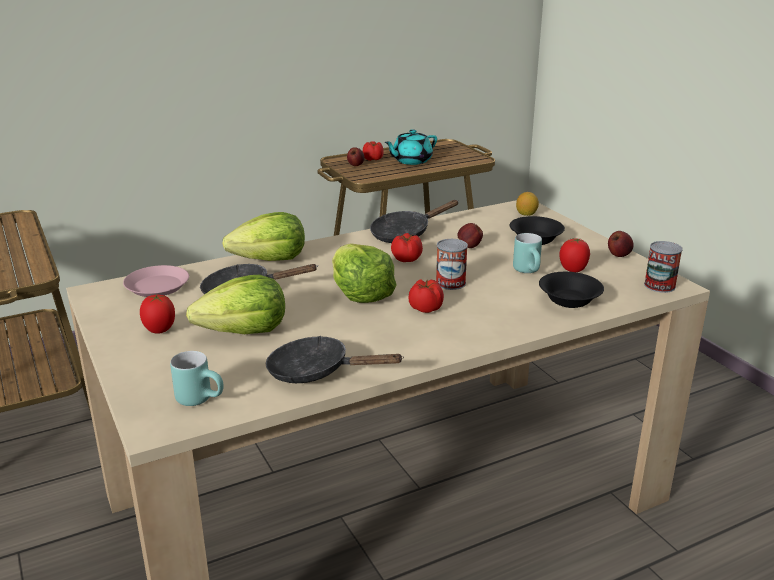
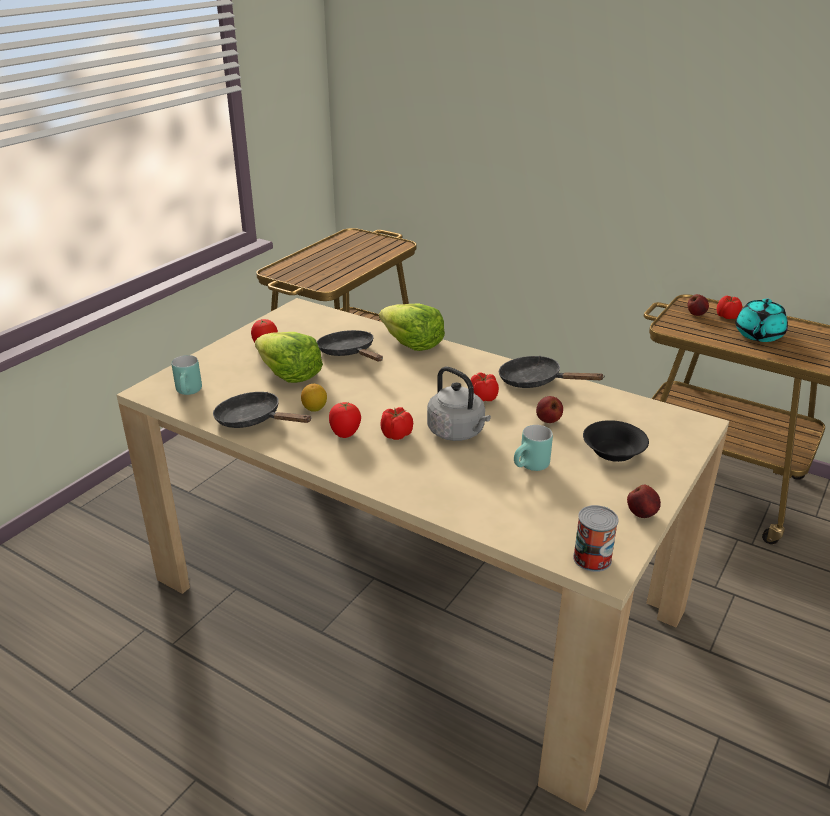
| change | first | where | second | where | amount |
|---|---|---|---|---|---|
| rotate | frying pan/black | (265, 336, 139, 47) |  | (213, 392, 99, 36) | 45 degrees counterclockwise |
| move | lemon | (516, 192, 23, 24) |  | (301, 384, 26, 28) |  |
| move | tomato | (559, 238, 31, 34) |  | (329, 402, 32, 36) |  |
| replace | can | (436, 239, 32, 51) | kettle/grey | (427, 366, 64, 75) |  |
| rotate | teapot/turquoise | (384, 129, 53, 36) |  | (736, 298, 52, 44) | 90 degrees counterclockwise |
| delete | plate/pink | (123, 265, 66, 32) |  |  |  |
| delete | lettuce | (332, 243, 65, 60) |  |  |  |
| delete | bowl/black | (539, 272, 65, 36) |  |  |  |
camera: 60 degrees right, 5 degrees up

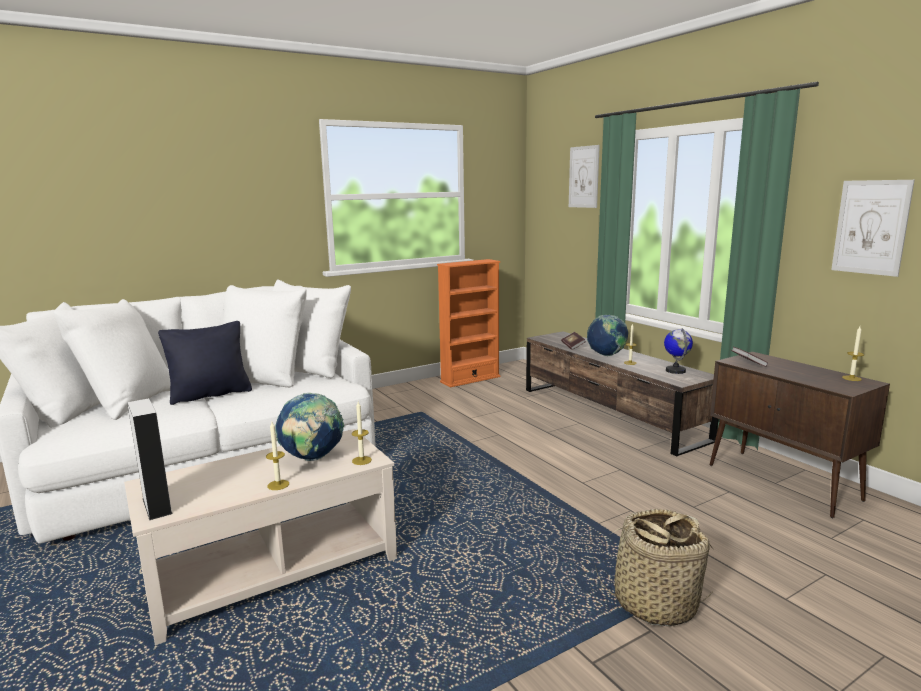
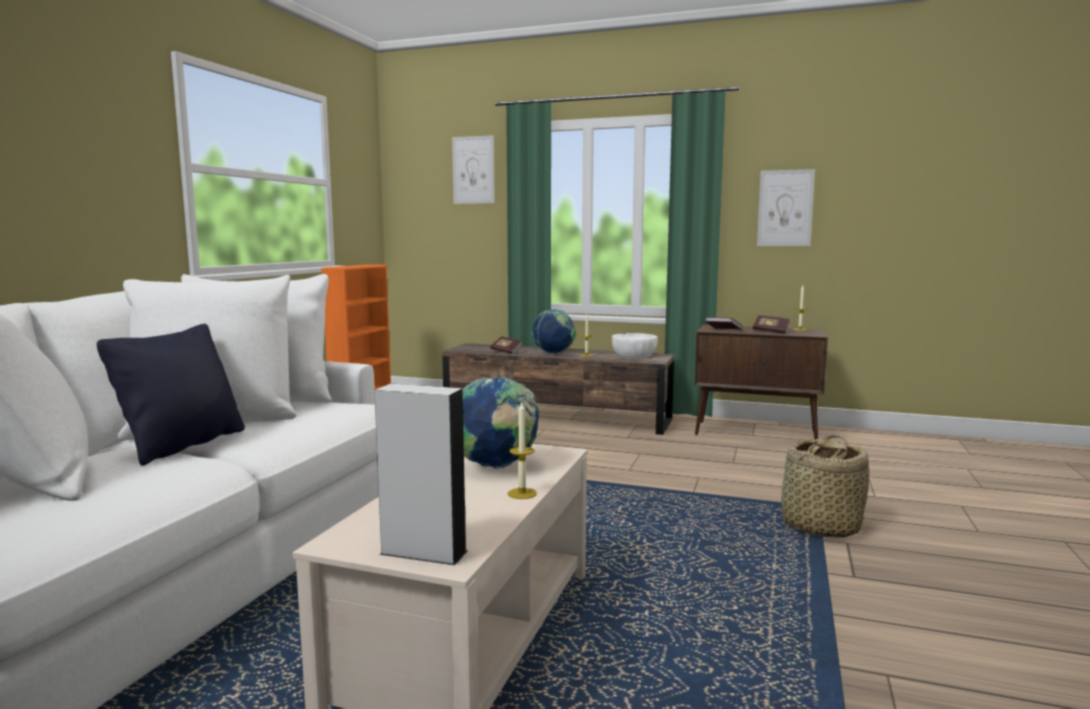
| change | first | where | second | where | amount |
|---|---|---|---|---|---|
| replace | globe | (664, 328, 29, 46) | bowl/white | (612, 333, 46, 25) |  |
| insert |  |  | book | (753, 315, 37, 19) |  |
| delete | candle | (352, 402, 20, 63) |  |  |  |
camera: 40 degrees left, 5 degrees down

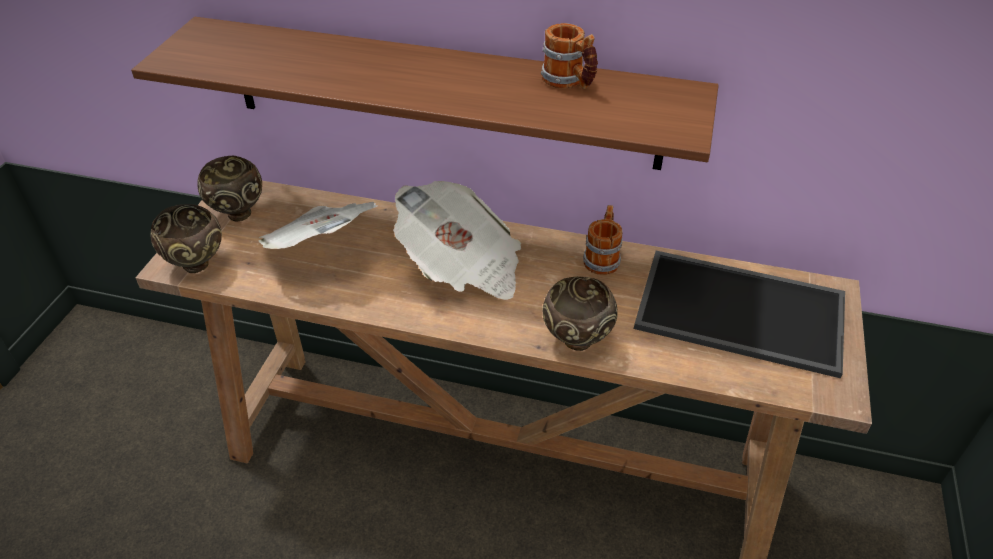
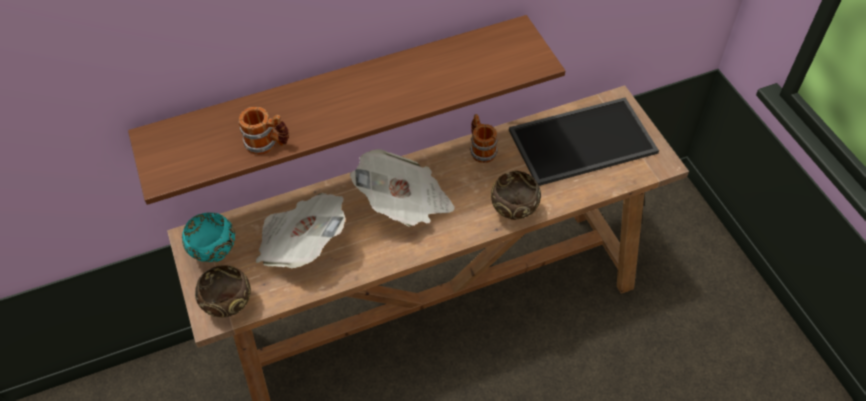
| change | first | where | second | where | amount |
|---|---|---|---|---|---|
| recolor | bowl/brown | (198, 156, 64, 65) | bowl/turquoise | (182, 212, 53, 50) |  |
| move | mug | (541, 23, 57, 66) |  | (239, 107, 50, 48) |  |
camera: 35 degrees left, 10 degrees up

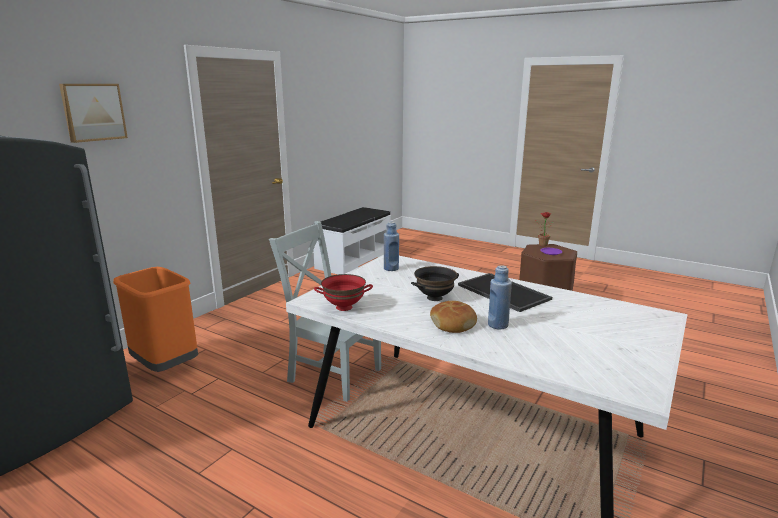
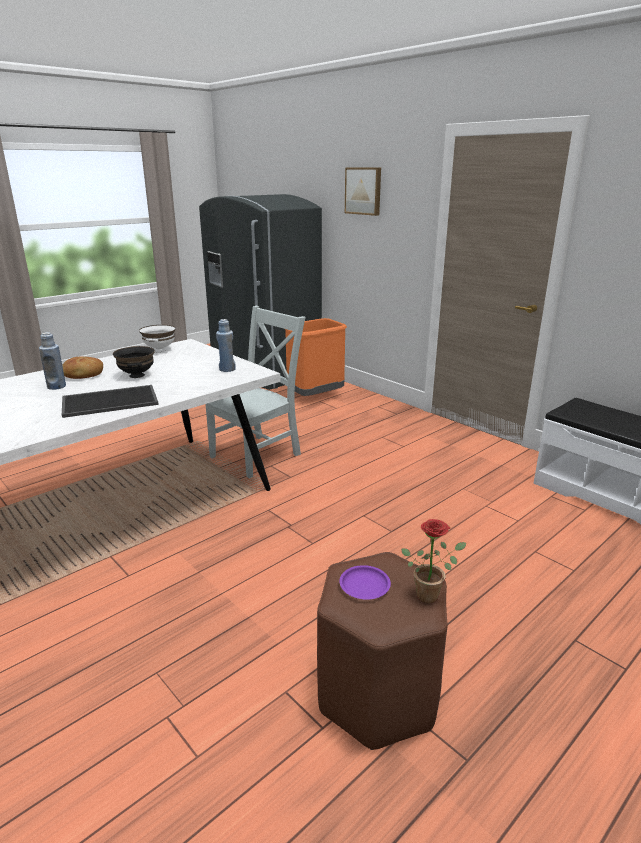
| change | first | where | second | where | amount |
|---|---|---|---|---|---|
| recolor | bowl/red | (314, 274, 59, 37) | bowl/white | (139, 325, 37, 27) |  |
camera: 105 degrees right, 5 degrees up

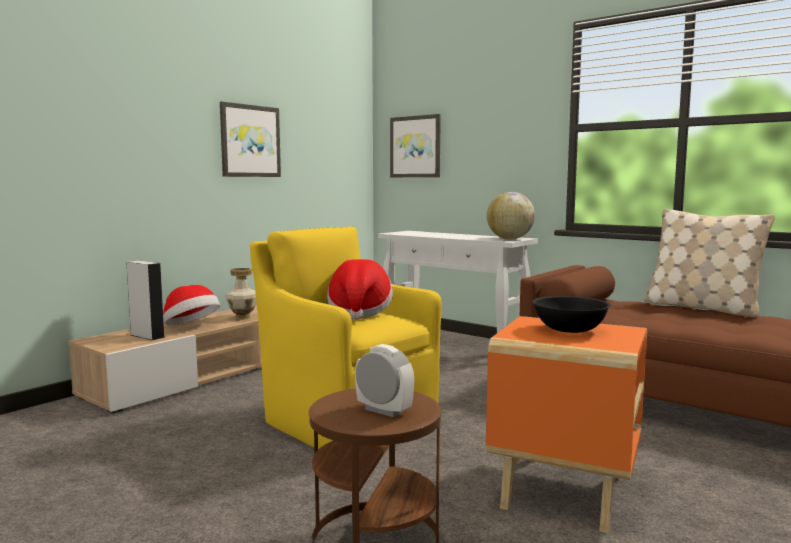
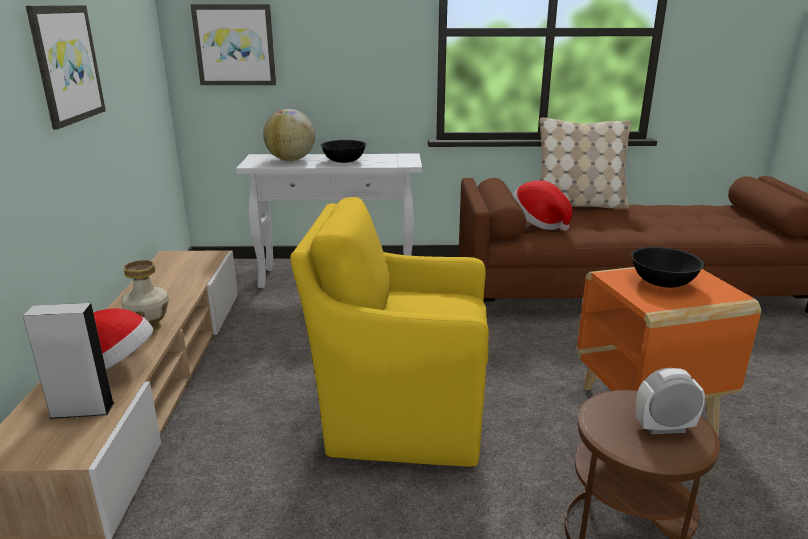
| change | first | where | second | where | amount |
|---|---|---|---|---|---|
| move | globe | (487, 192, 48, 47) |  | (263, 109, 52, 52) |  |
| insert |  |  | bowl/black | (320, 140, 47, 23) |  |
| move | hat | (327, 259, 66, 61) |  | (513, 180, 59, 51) |  |
camera: 40 degrees left, 15 degrees up

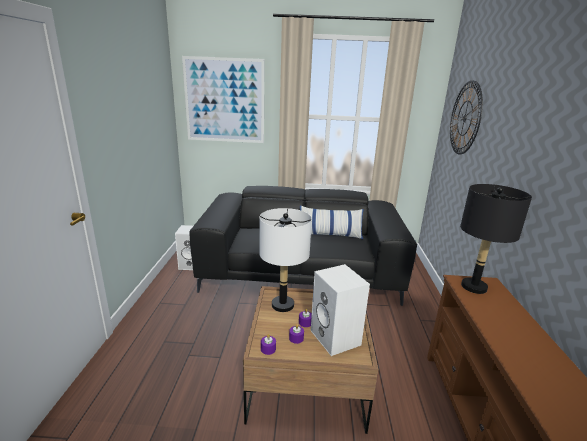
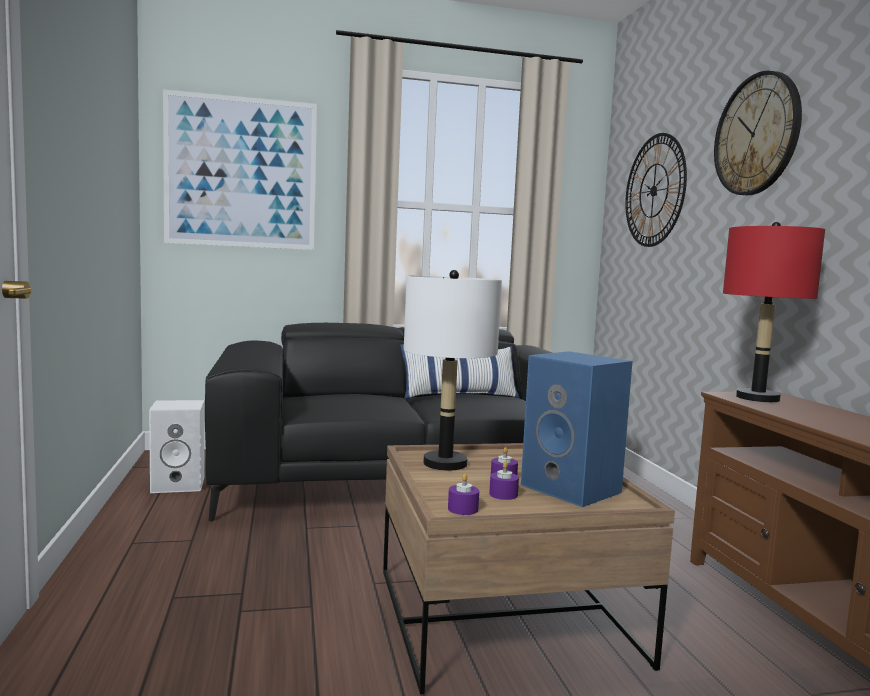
| change | first | where | second | where | amount |
|---|---|---|---|---|---|
| recolor | speaker/white | (311, 264, 59, 92) | speaker/blue | (521, 351, 111, 156) |  |
| insert |  |  | wall clock | (714, 71, 88, 124) |  |
| recolor | table lamp/black | (460, 184, 72, 110) | table lamp/red | (723, 222, 102, 180) |  |
camera: 15 degrees left, 15 degrees down

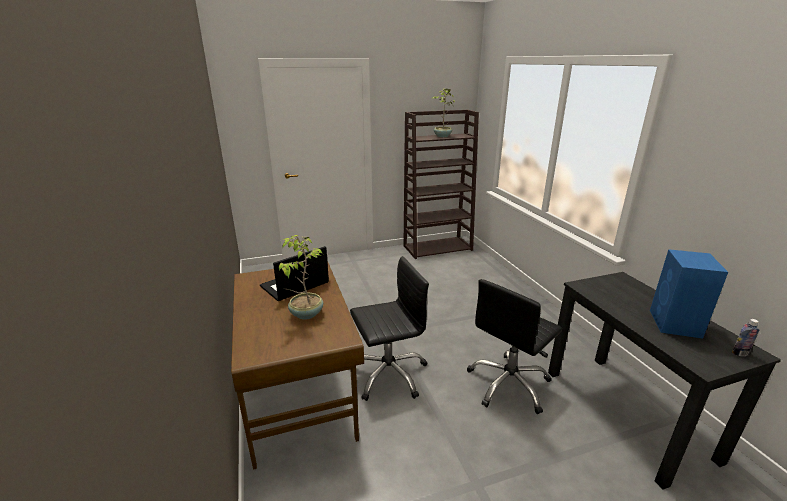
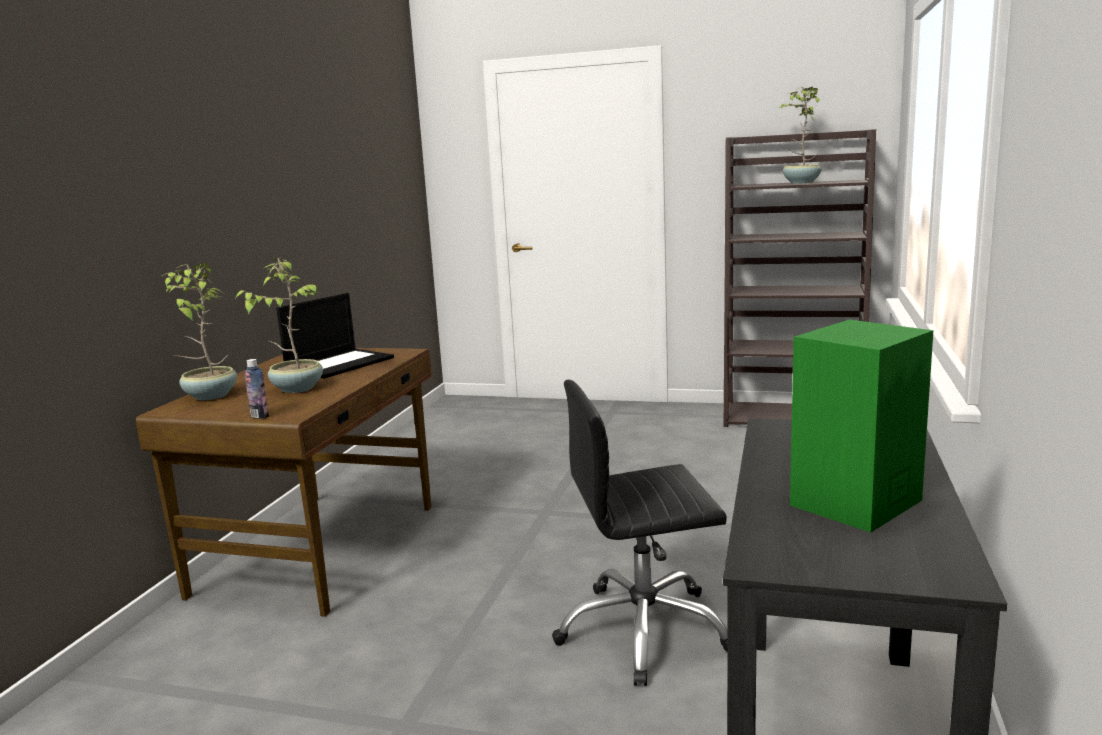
| change | first | where | second | where | amount |
|---|---|---|---|---|---|
| insert |  |  | potted plant | (162, 263, 75, 137) |  |
| move | bottle | (732, 319, 28, 37) |  | (244, 359, 25, 60) |  |
| rotate | laptop | (260, 246, 69, 55) |  | (276, 293, 118, 86) | 135 degrees clockwise |
| recolor | speaker/blue | (650, 249, 78, 90) | speaker/green | (790, 320, 143, 212) |  |
| delete | office chair/black | (350, 256, 79, 145) |  |  |  |
camera: 35 degrees right, 10 degrees down

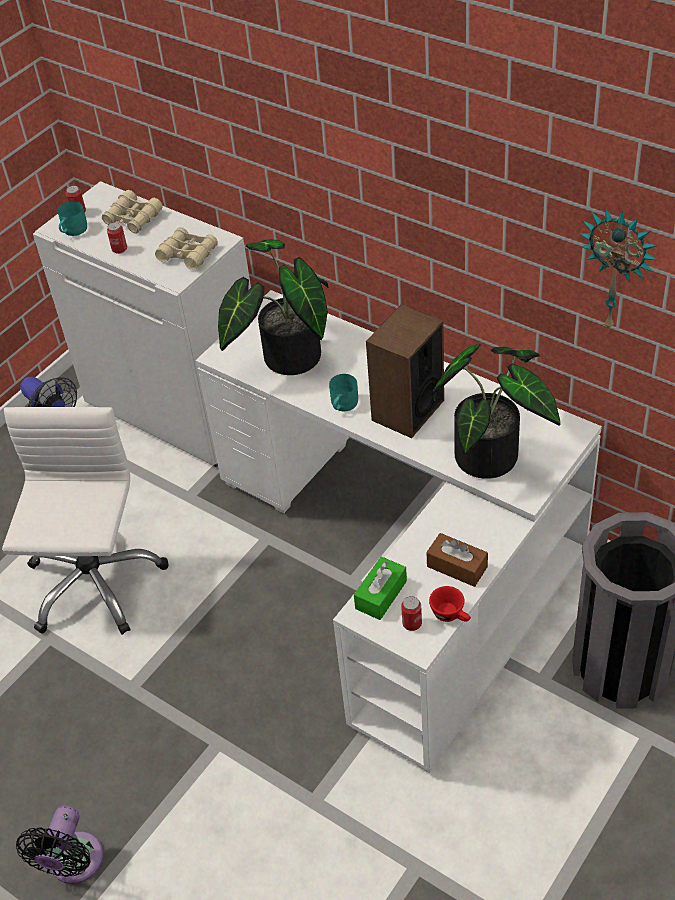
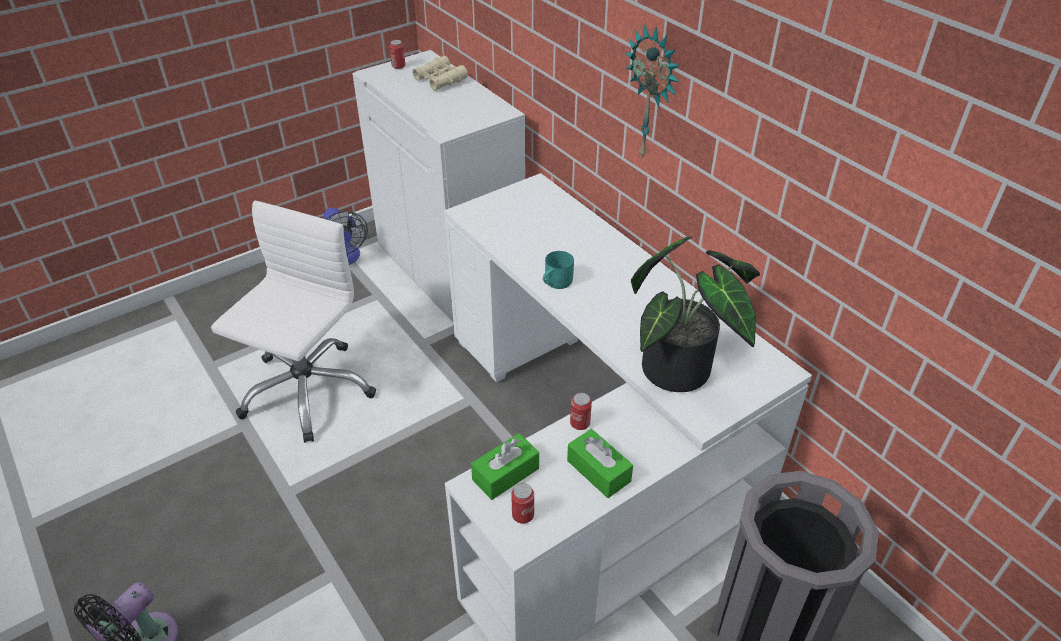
| change | first | where | second | where | amount |
|---|---|---|---|---|---|
| recolor | tissue box/brown | (427, 533, 61, 54) | tissue box/green | (567, 429, 66, 69) |  |
| move | can | (107, 222, 20, 32) |  | (570, 393, 22, 37) |  |
| move | wall clock | (579, 208, 78, 123) |  | (625, 24, 55, 136) |  |
| delete | mug/turquoise | (57, 201, 30, 35) |  |  |  |
| delete | binoculars/beige | (155, 227, 63, 43) |  |  |  |
| delete | potted plant | (218, 239, 111, 136) |  |  |  |
| delete | speaker | (366, 304, 78, 134) |  |  |  |
| delete | cup/red | (429, 586, 42, 36) |  |  |  |
camera: 15 degrees right, 5 degrees down

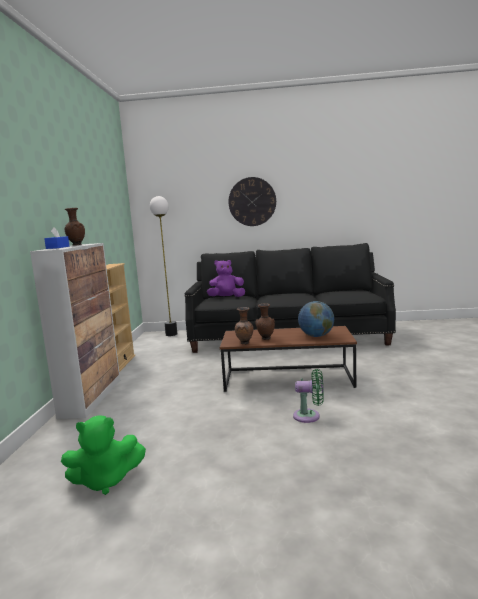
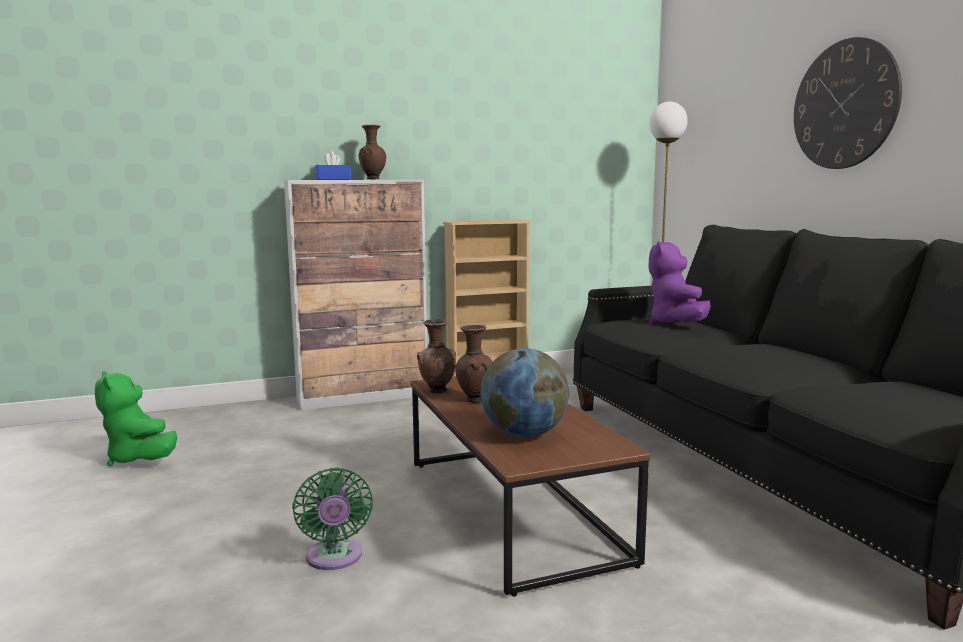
| change | first | where | second | where | amount |
|---|---|---|---|---|---|
| rotate | plush toy/purple | (207, 260, 38, 37) |  | (648, 241, 63, 83) | 135 degrees counterclockwise |
camera: 65 degrees right, 0 degrees up

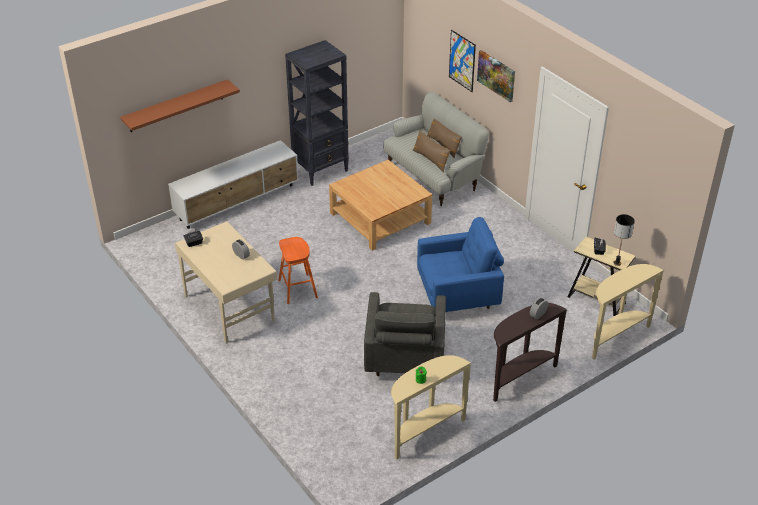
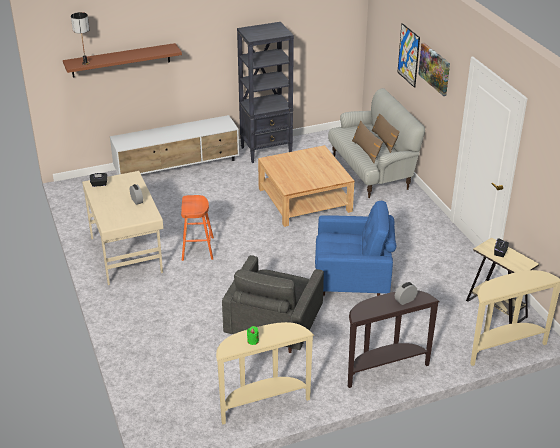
| change | first | where | second | where | amount |
|---|---|---|---|---|---|
| move | table lamp | (613, 214, 22, 52) |  | (71, 12, 19, 53) |  |
camera: 15 degrees right, 5 degrees down

